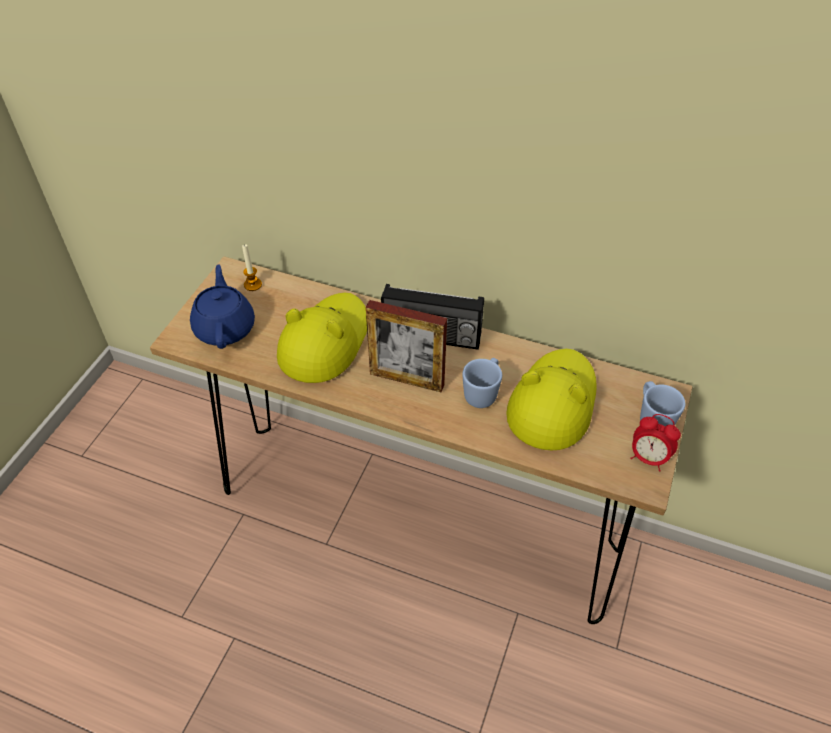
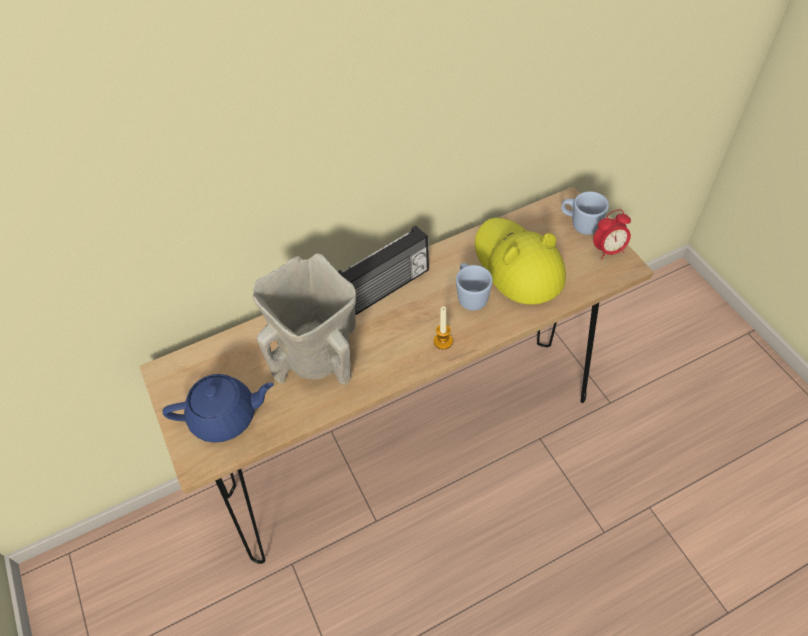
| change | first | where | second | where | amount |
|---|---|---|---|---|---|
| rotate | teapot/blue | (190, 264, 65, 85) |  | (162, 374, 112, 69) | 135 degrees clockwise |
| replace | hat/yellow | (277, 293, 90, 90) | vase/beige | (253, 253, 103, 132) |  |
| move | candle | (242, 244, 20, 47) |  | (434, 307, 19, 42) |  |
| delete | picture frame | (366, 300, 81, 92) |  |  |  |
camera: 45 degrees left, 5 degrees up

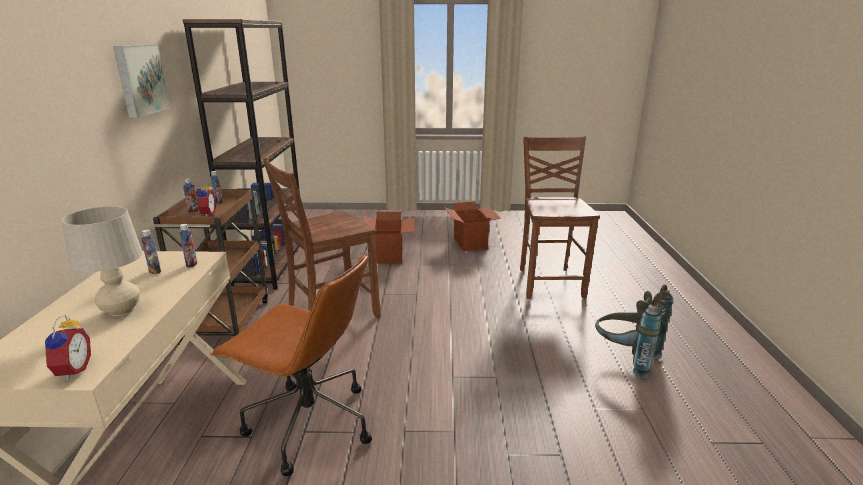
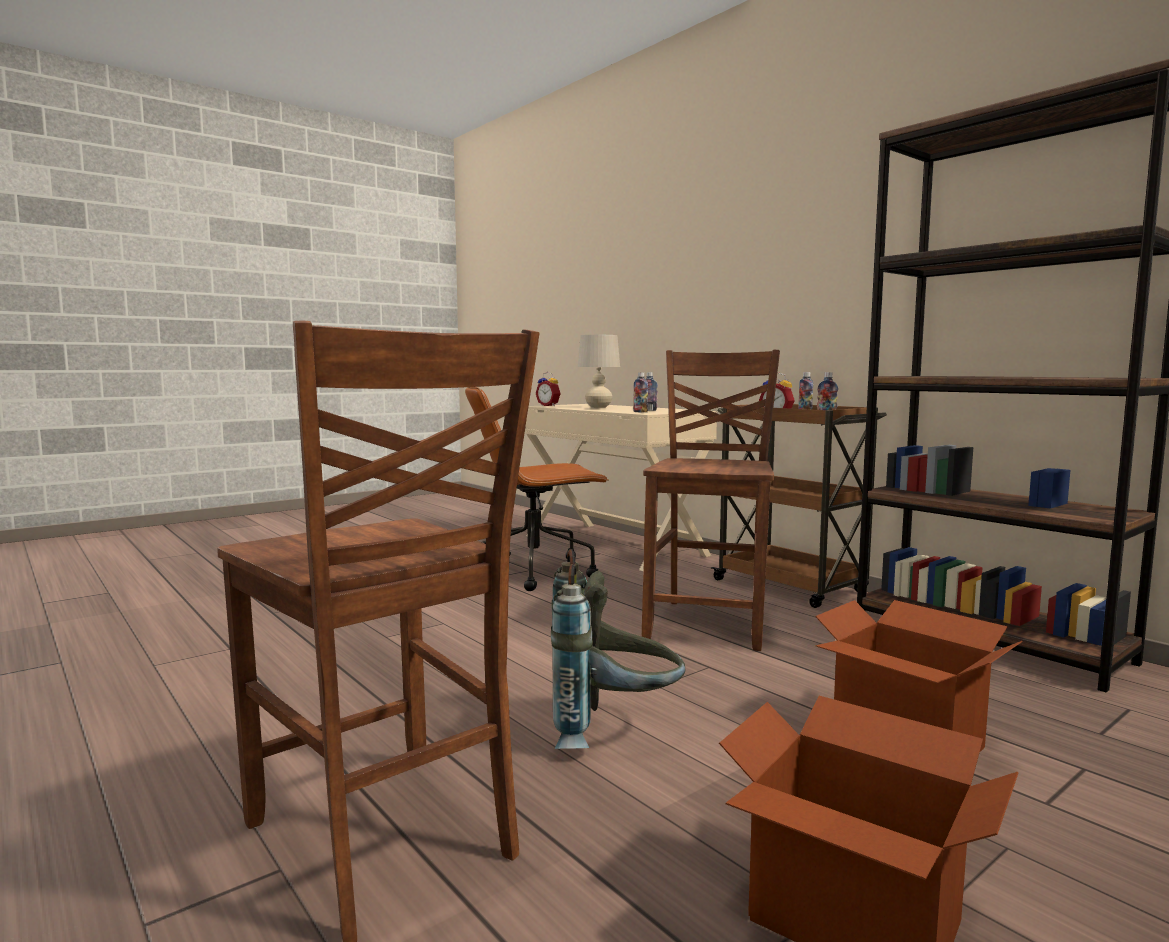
| change | first | where | second | where | amount |
|---|---|---|---|---|---|
| move | backpack/grey | (595, 285, 78, 93) |  | (551, 549, 134, 200) |  |
| delete | picture | (113, 44, 57, 74) |  |  |  |
camera: 140 degrees right, 15 degrees down

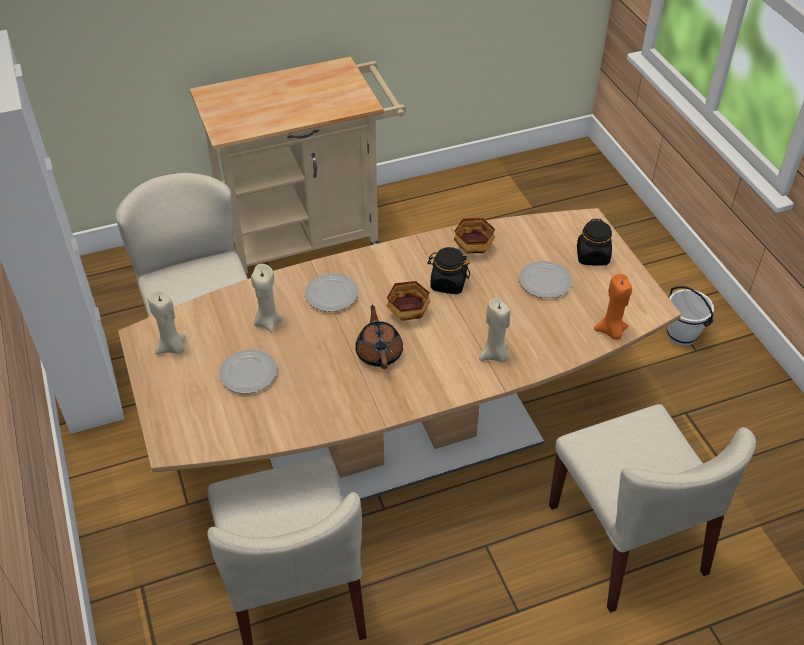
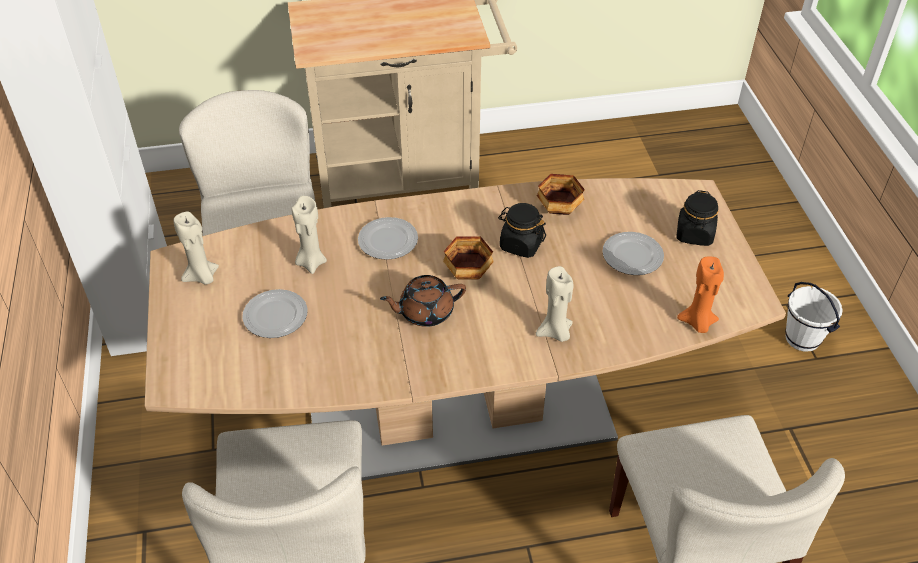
| change | first | where | second | where | amount |
|---|---|---|---|---|---|
| rotate | teapot/brown | (355, 305, 48, 64) |  | (380, 275, 86, 52) | 105 degrees counterclockwise |
camera: 10 degrees right, 0 degrees up

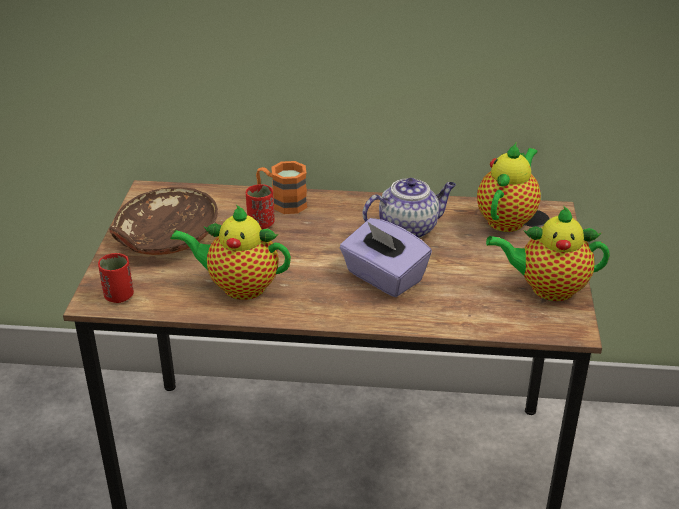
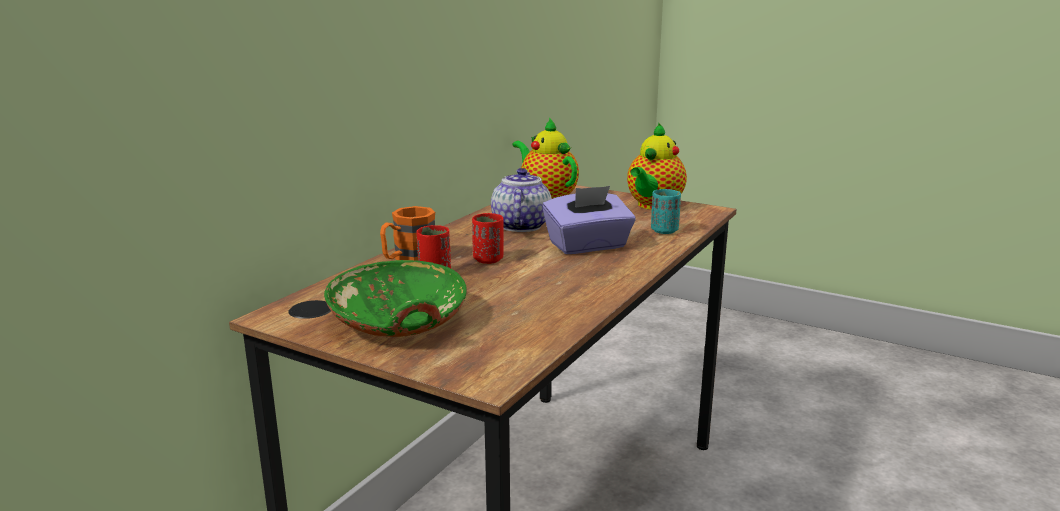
| change | first | where | second | where | amount |
|---|---|---|---|---|---|
| recolor | bowl/brown | (109, 187, 109, 68) | bowl/green | (324, 260, 143, 77) |  |
| move | cup/red | (98, 253, 36, 50) |  | (472, 213, 32, 51) |  |
| insert |  |  | cup/turquoise | (651, 189, 30, 45) |  |
| delete | teapot | (170, 205, 121, 95) |  |  |  |
camera: 65 degrees left, 15 degrees down

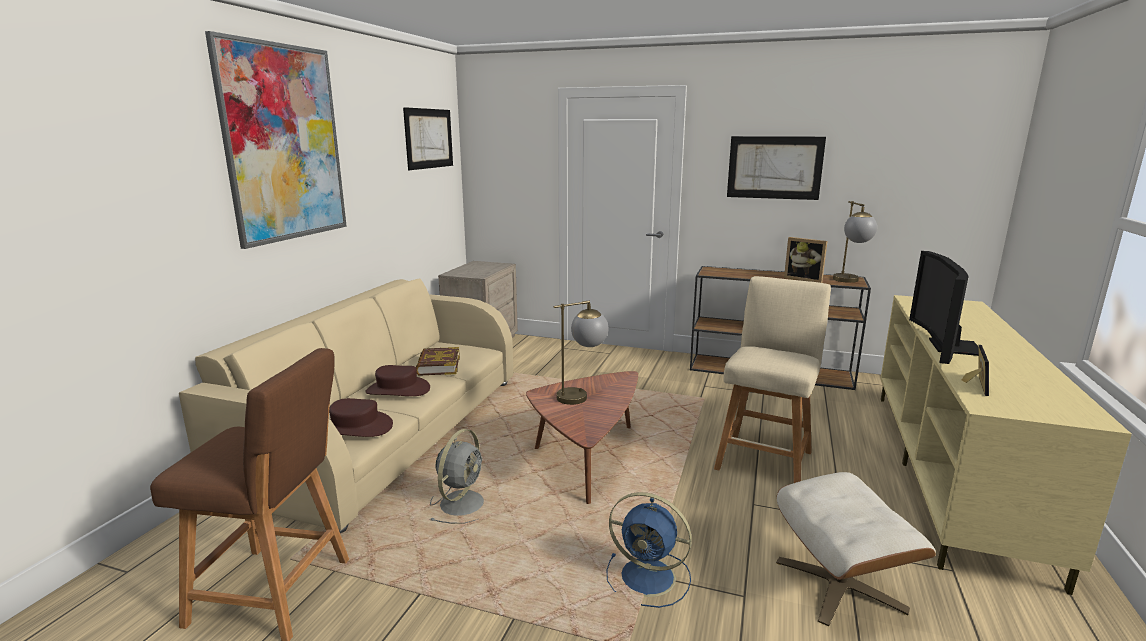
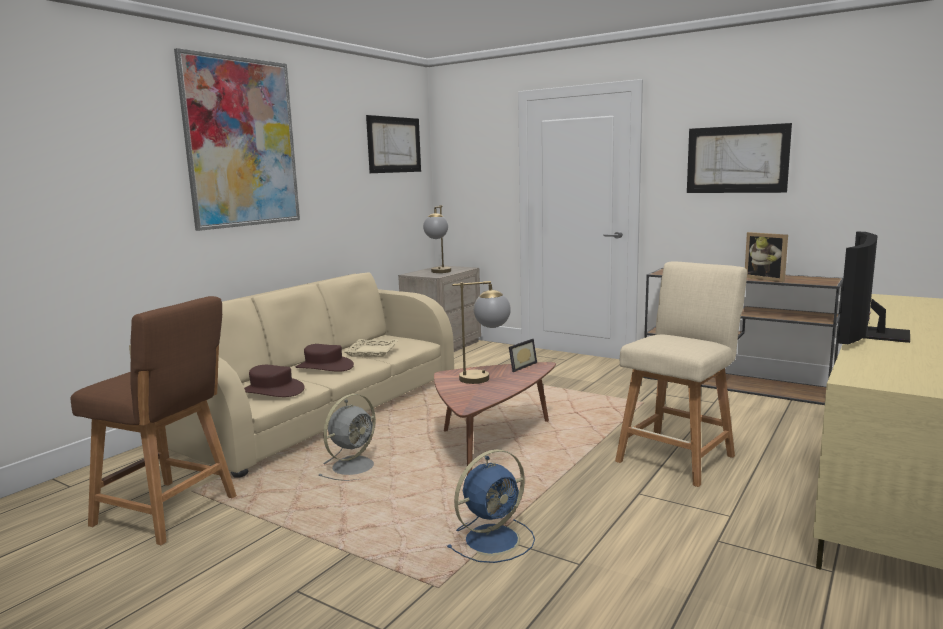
| change | first | where | second | where | amount |
|---|---|---|---|---|---|
| replace | book | (416, 347, 44, 29) | tray/beige | (344, 339, 54, 18) |  |
| move | table lamp | (833, 201, 44, 82) |  | (423, 205, 28, 68) |  |
| rotate | fan/blue | (606, 492, 86, 116) |  | (447, 449, 88, 114) | 75 degrees counterclockwise |
| move | picture frame | (962, 345, 27, 51) |  | (509, 339, 28, 33) |  |
| delete | ottoman/beige | (776, 472, 160, 154) |  |  |  |
camera: 15 degrees right, 5 degrees down

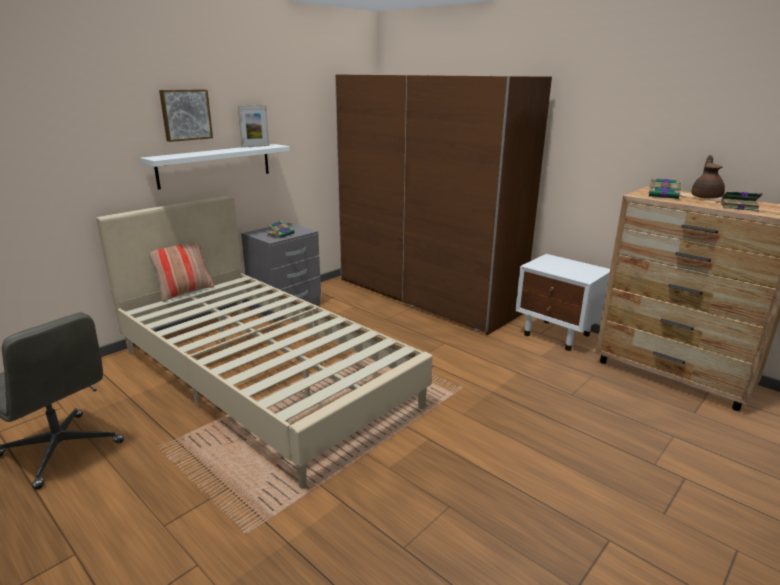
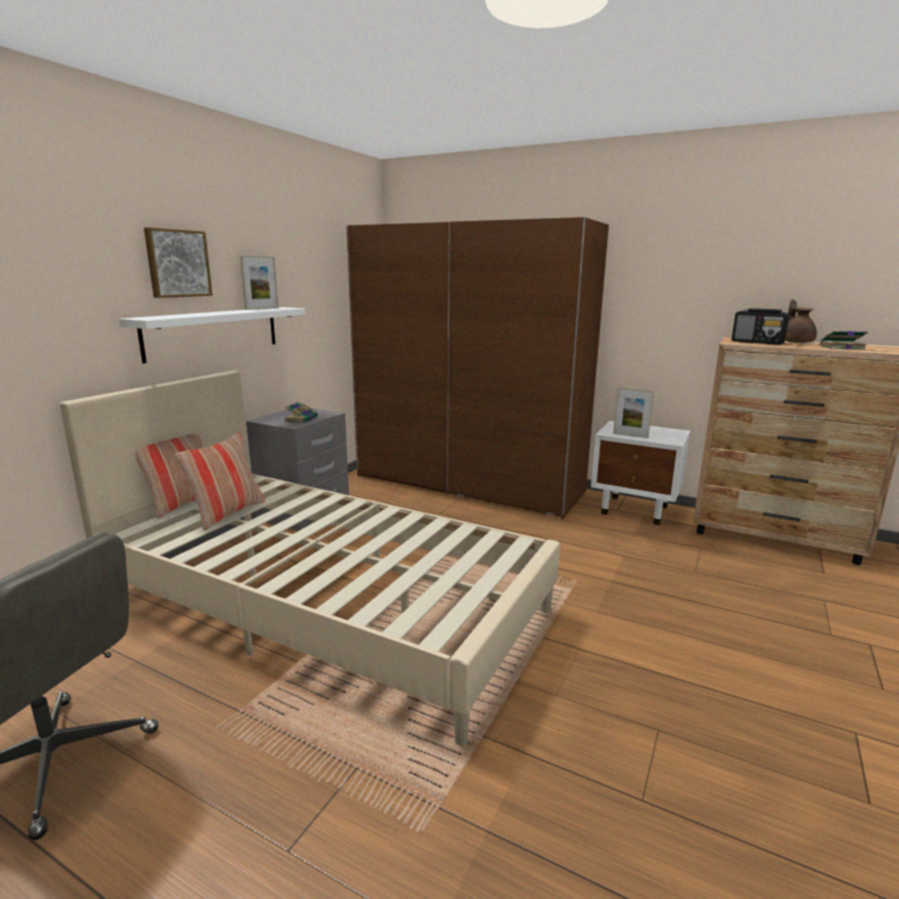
| change | first | where | second | where | amount |
|---|---|---|---|---|---|
| insert |  |  | pillow | (175, 433, 90, 97) |  |
| insert |  |  | picture frame | (613, 387, 41, 51) |  |
| replace | book | (648, 178, 37, 21) | radio | (732, 308, 57, 37) |  |
camera: 15 degrees left, 5 degrees down

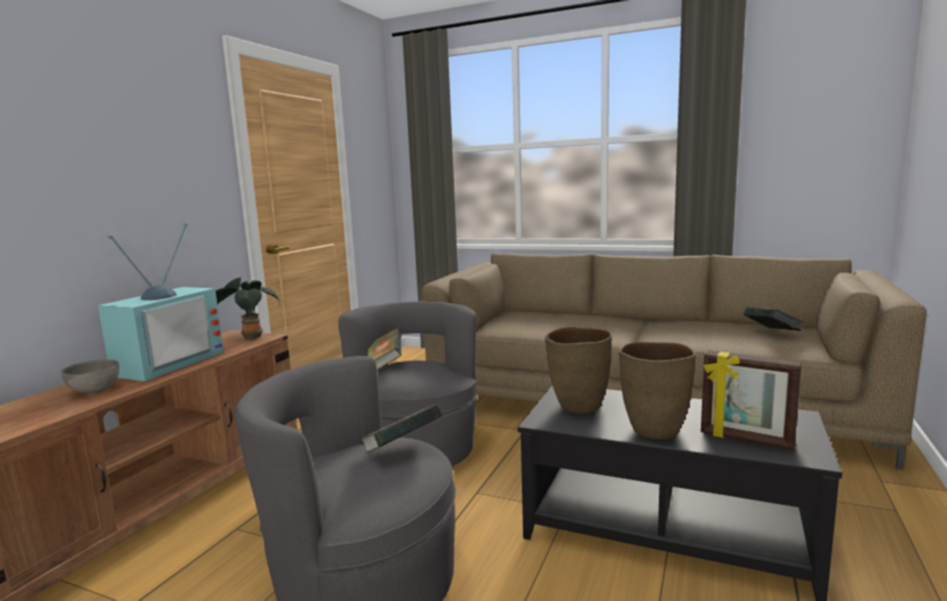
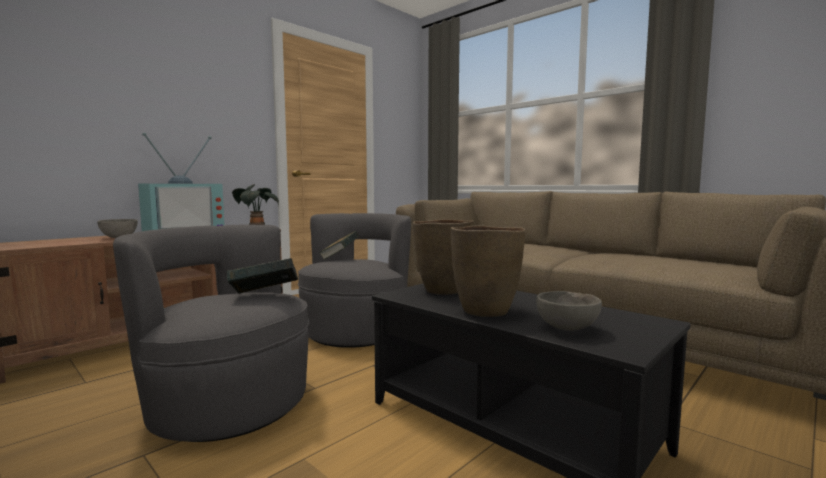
| change | first | where | second | where | amount |
|---|---|---|---|---|---|
| replace | picture frame | (701, 350, 100, 100) | bowl/grey | (536, 291, 66, 40) |  |
| delete | book | (743, 307, 61, 24) |  |  |  |
camera: 20 degrees right, 5 degrees down

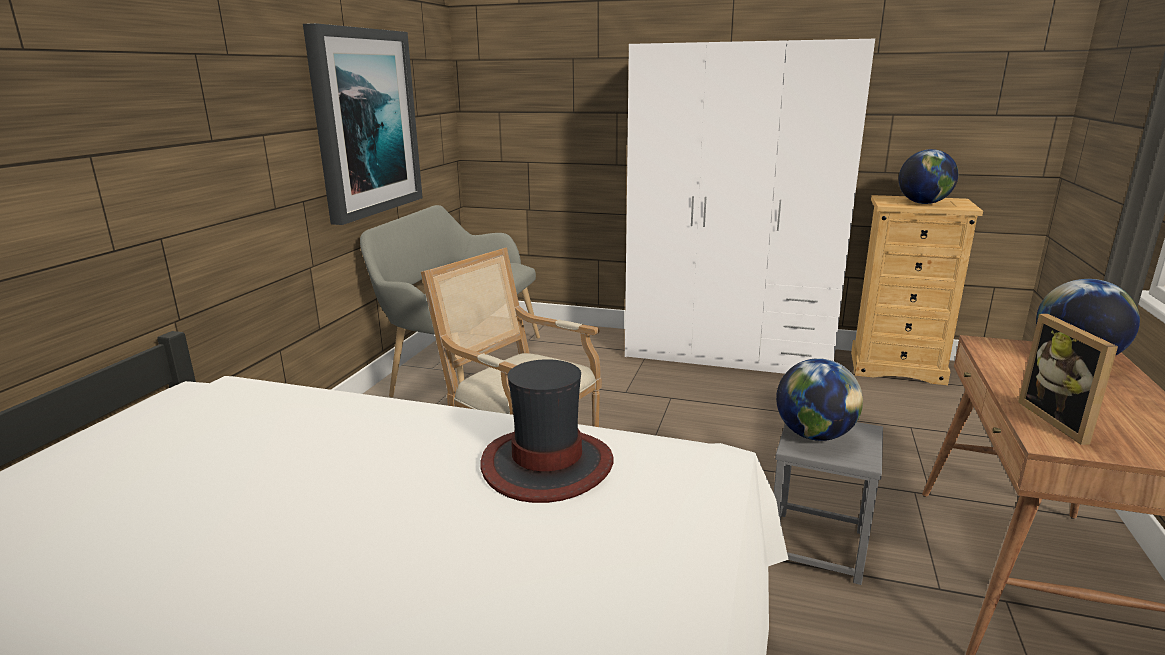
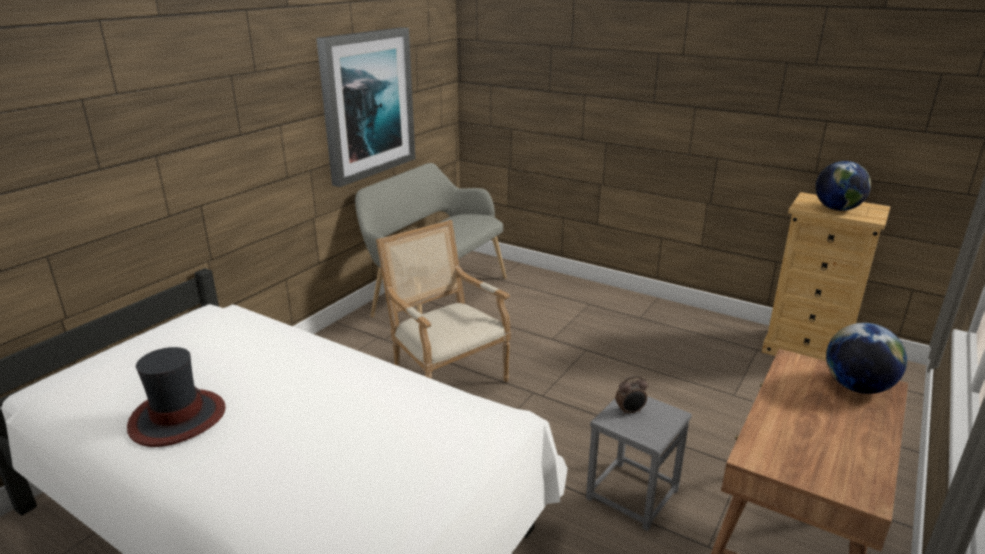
| change | first | where | second | where | amount |
|---|---|---|---|---|---|
| move | hat | (480, 359, 134, 144) |  | (127, 347, 99, 100) |  |
| replace | globe | (776, 358, 87, 83) | alarm clock | (615, 376, 33, 39) |  |
| delete | wardrobe/white | (625, 39, 250, 335) |  |  |  |
| delete | picture frame | (1018, 314, 100, 131) |  |  |  |
camera: 15 degrees right, 5 degrees up

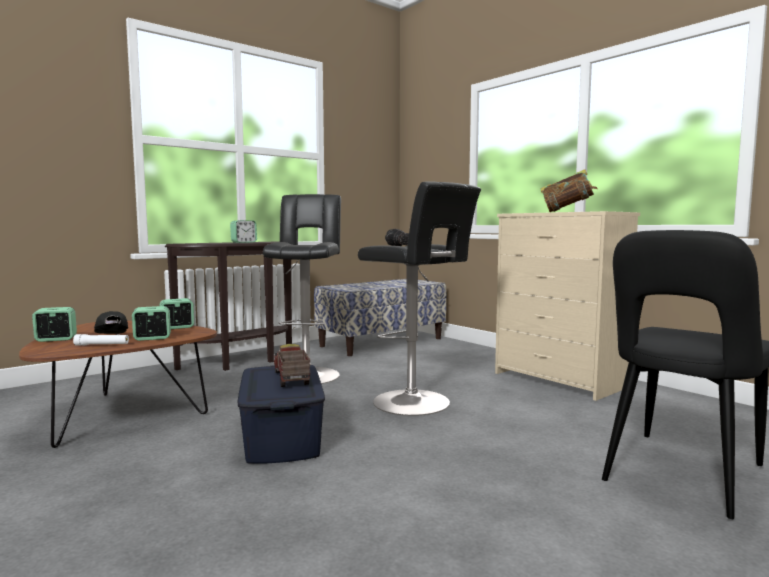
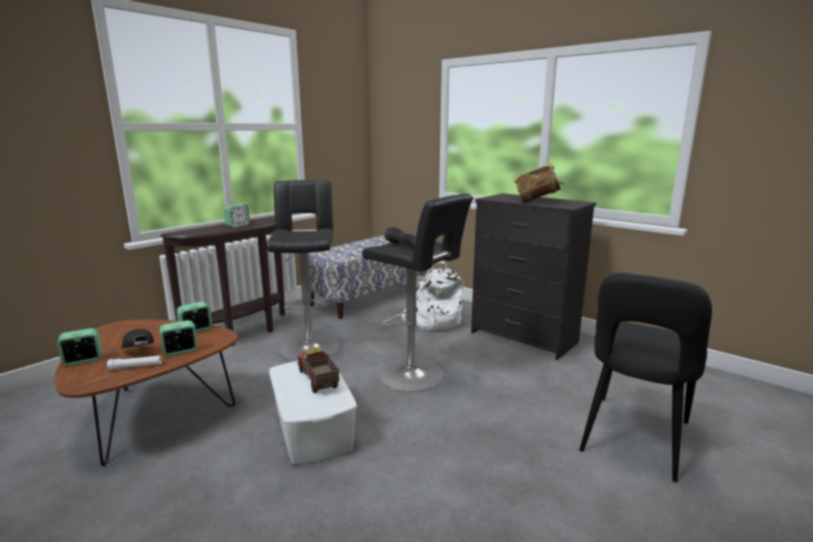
| change | first | where | second | where | amount |
|---|---|---|---|---|---|
| recolor | storage box/blue | (237, 365, 88, 99) | storage box/white | (269, 360, 88, 105) |  |
| insert |  |  | backpack/white | (401, 261, 63, 70) |  |
| recolor | dresser/beige | (495, 211, 145, 190) | dresser/black | (471, 193, 125, 167) |  |
camera: 10 degrees left, 10 degrees up

